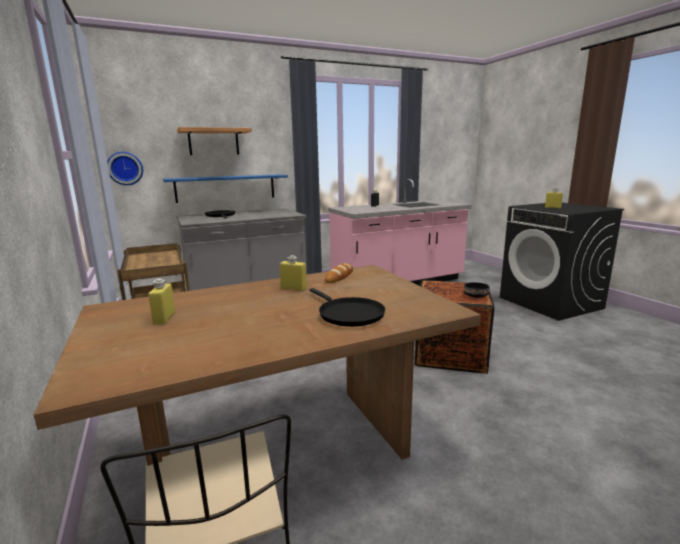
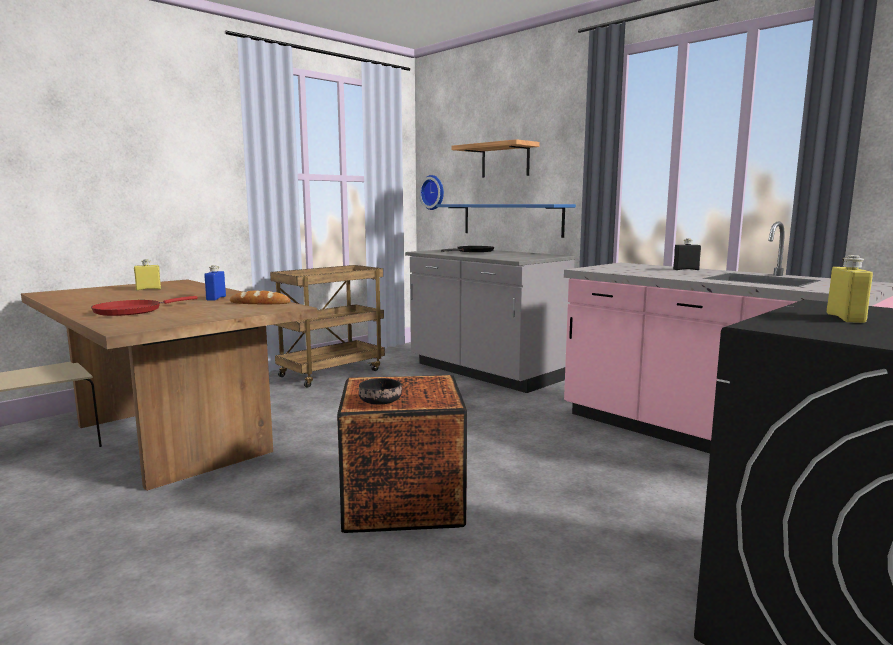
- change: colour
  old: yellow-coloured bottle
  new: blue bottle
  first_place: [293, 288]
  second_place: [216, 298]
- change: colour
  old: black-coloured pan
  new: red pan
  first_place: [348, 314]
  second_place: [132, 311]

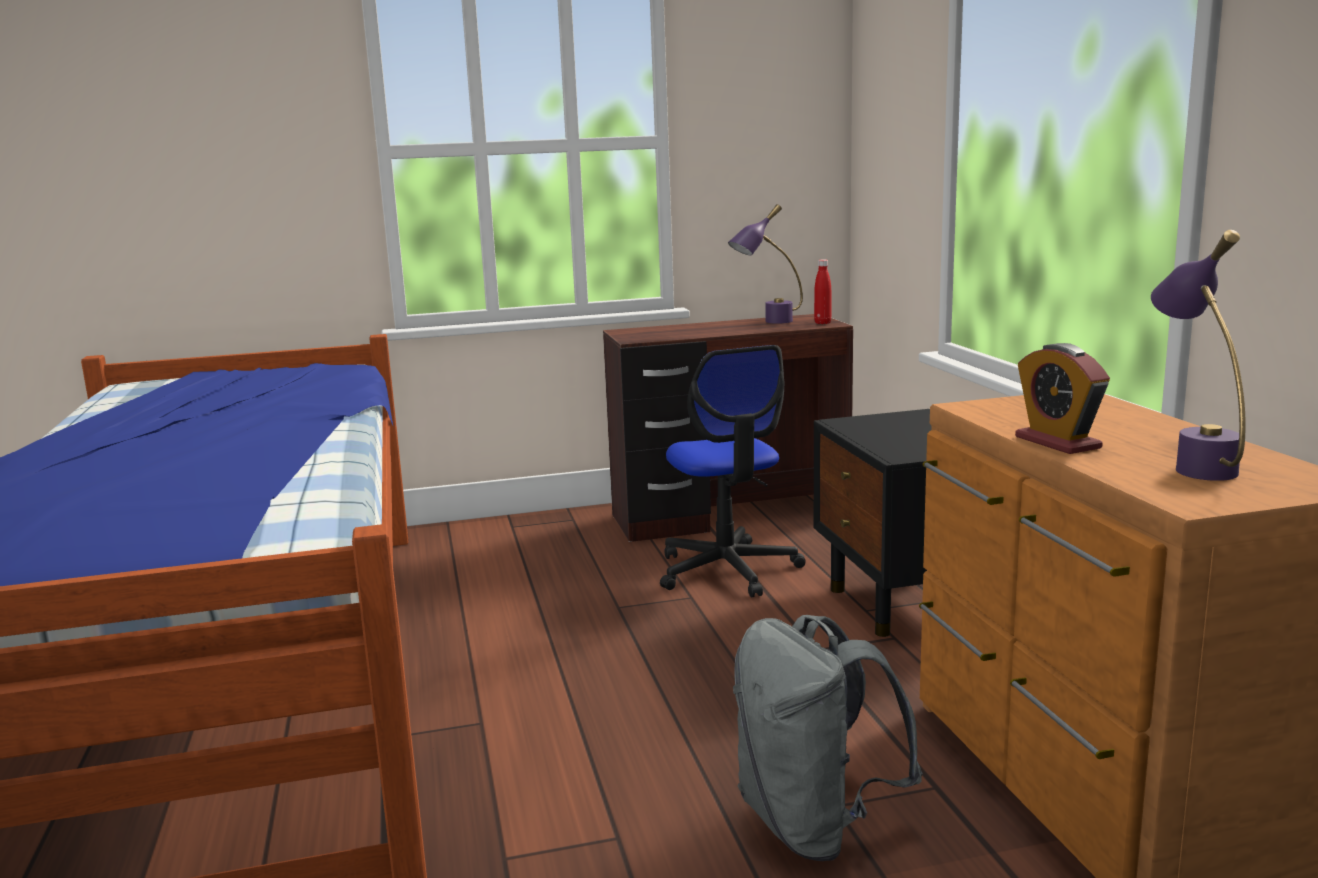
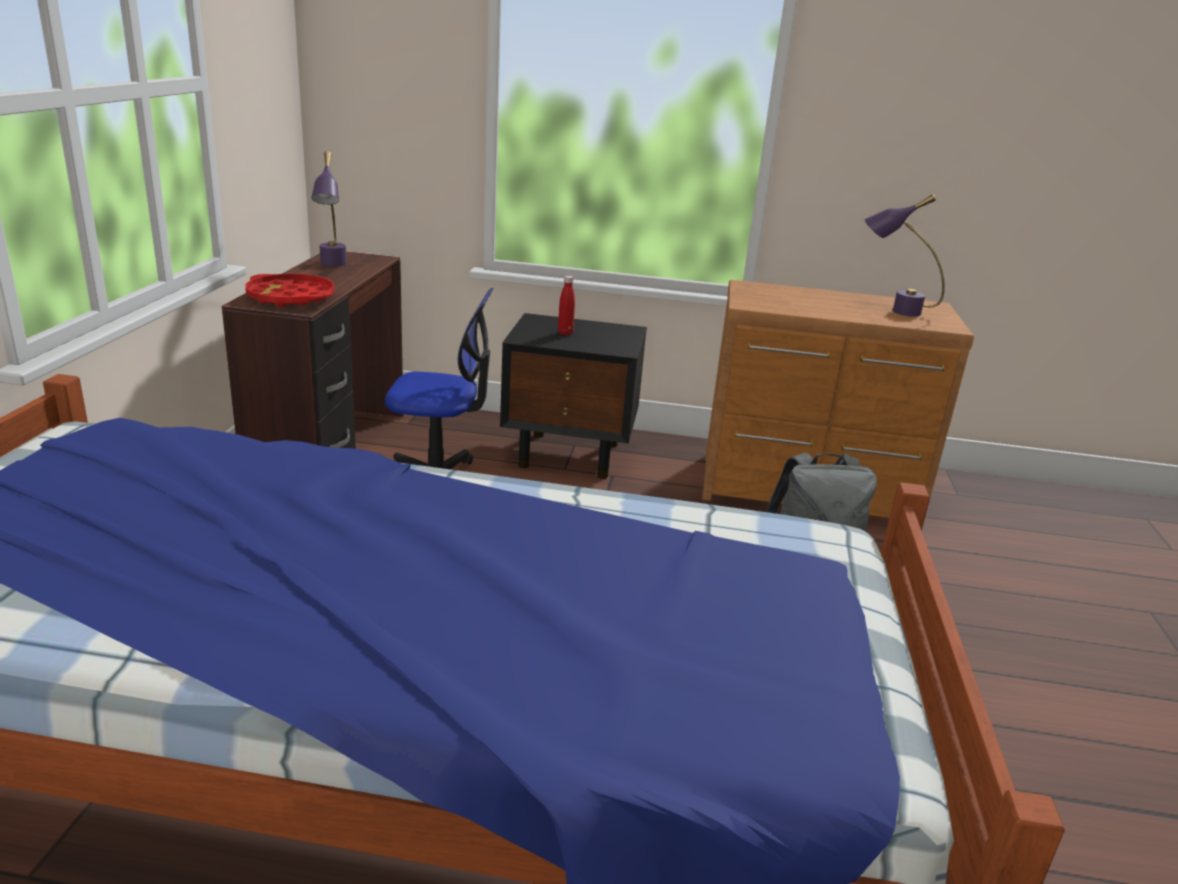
- change: missing
  old: bedside clock
  first_place: [1057, 442]
- change: appeared
  new: red serving tray
  second_place: [291, 297]
- change: relocated
  old: red bottle
  first_place: [822, 323]
  second_place: [565, 333]

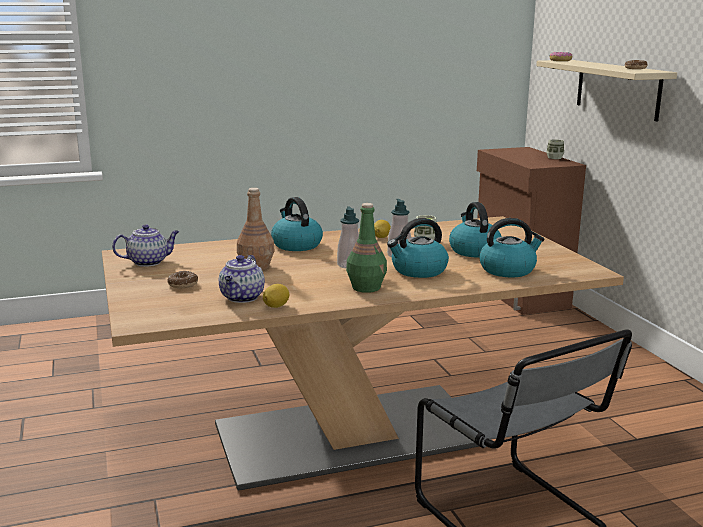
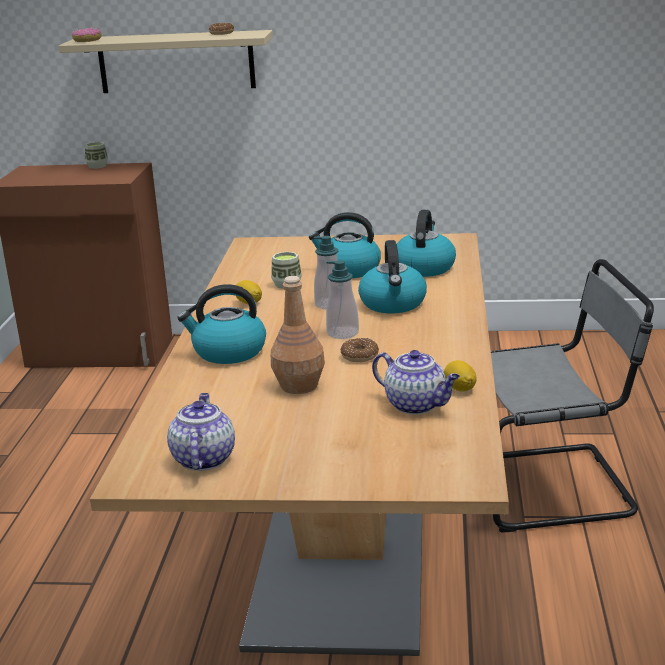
- change: missing
  old: green-coloured bottle
  first_place: [366, 287]
- change: relocated
  old: doughnut
  first_place: [183, 284]
  second_place: [359, 356]

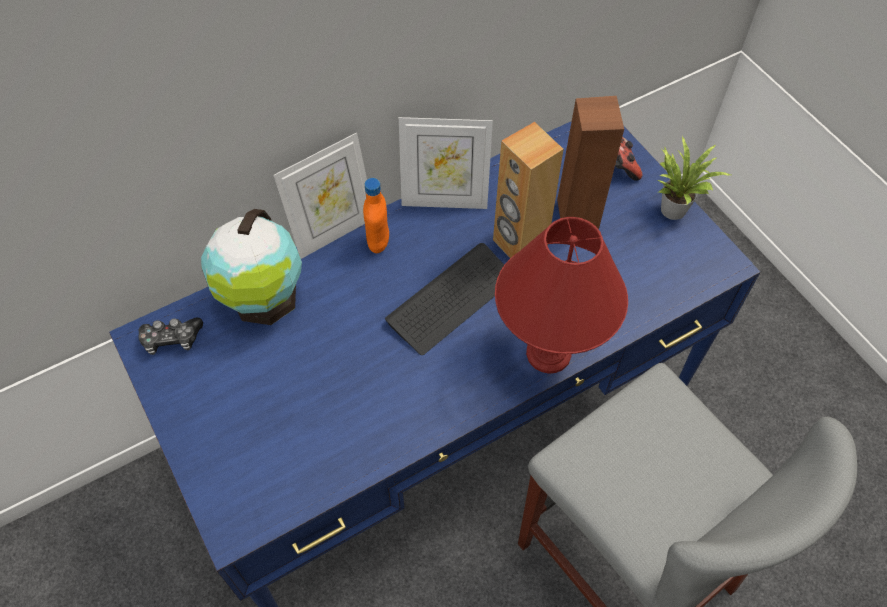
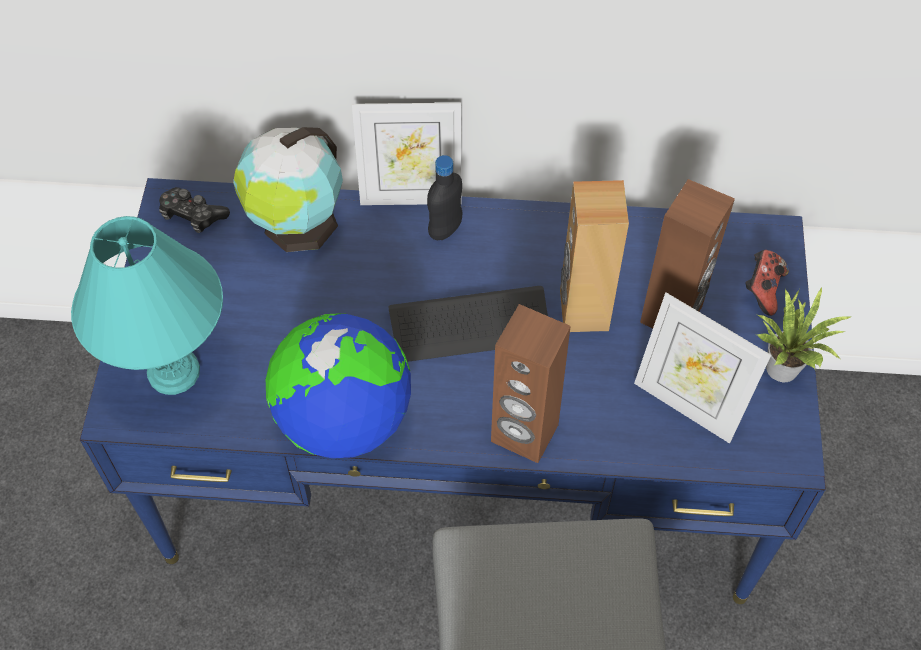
- change: appeared
  new: turquoise tabletop lamp
  second_place: [174, 373]
- change: appeared
  new: desk globe
  second_place: [344, 419]
- change: relocated
  old: standing frame
  first_place: [444, 200]
  second_place: [687, 404]
- change: exchanged
  old: red tabletop lamp
  new: brown loudspeaker
  first_place: [549, 352]
  second_place: [524, 434]
- change: colour
  old: orangey bottle
  new: black-coloured bottle
  first_place: [378, 242]
  second_place: [445, 229]

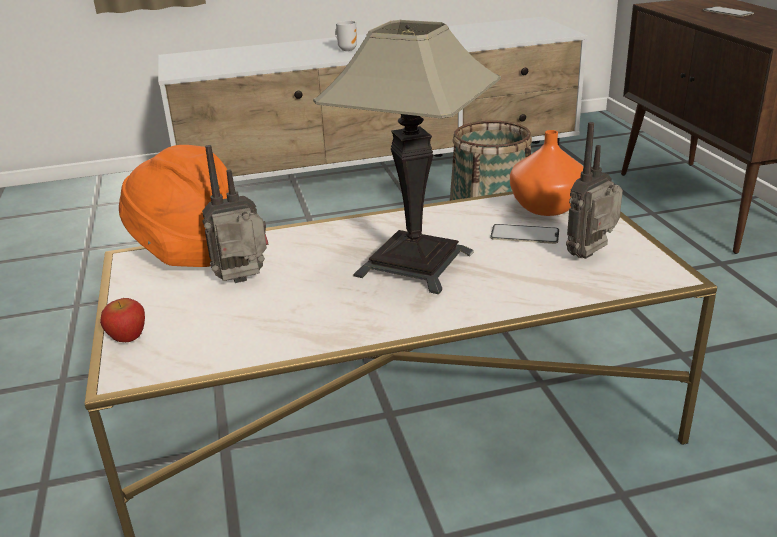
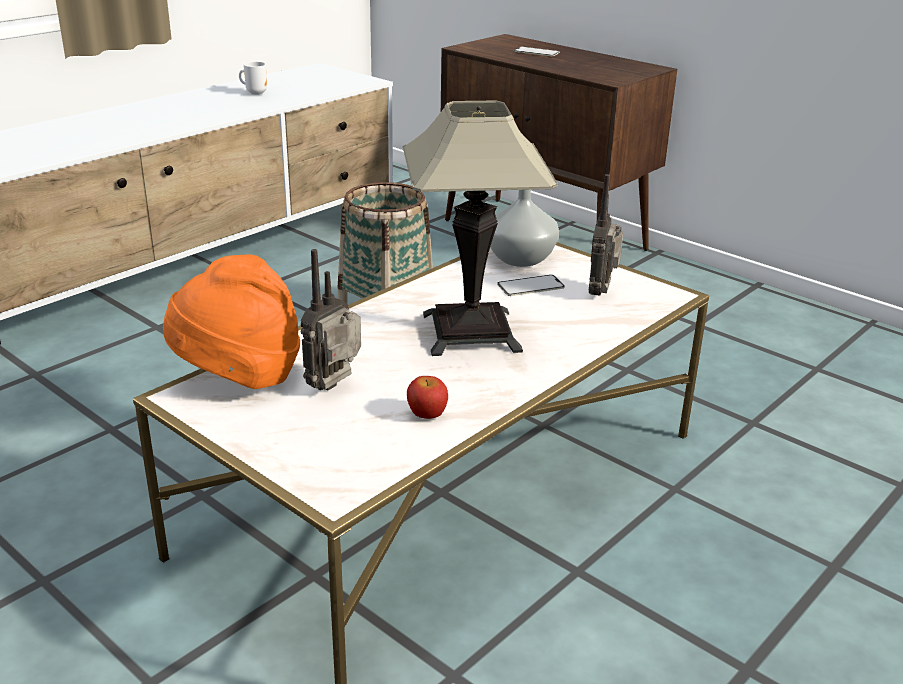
- change: relocated
  old: whole apple
  first_place: [128, 337]
  second_place: [426, 414]
- change: relocated
  old: tea mug
  first_place: [347, 49]
  second_place: [255, 93]
- change: colour
  old: orangey vase
  new: grey vase
  first_place: [545, 207]
  second_place: [519, 259]

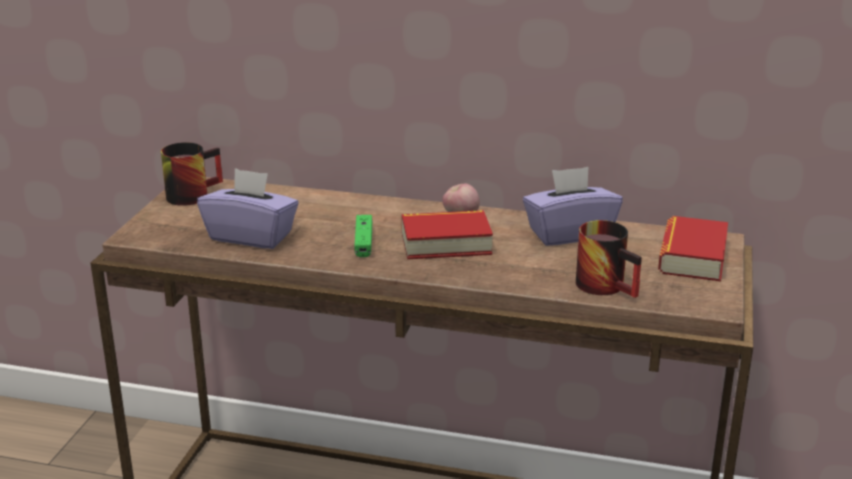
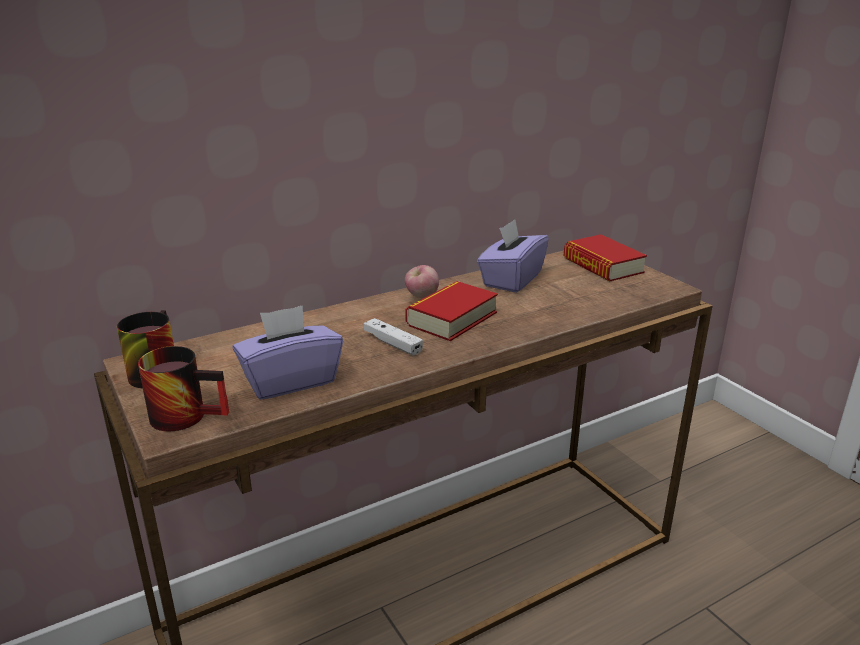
- change: relocated
  old: tea mug
  first_place: [609, 285]
  second_place: [188, 414]
- change: colour
  old: green-coloured joypad
  new: white joypad
  first_place: [363, 242]
  second_place: [392, 343]

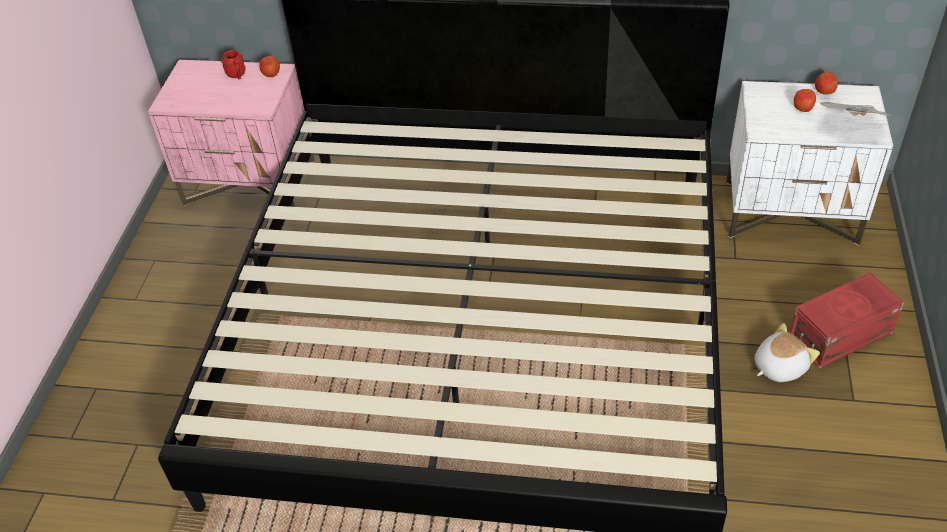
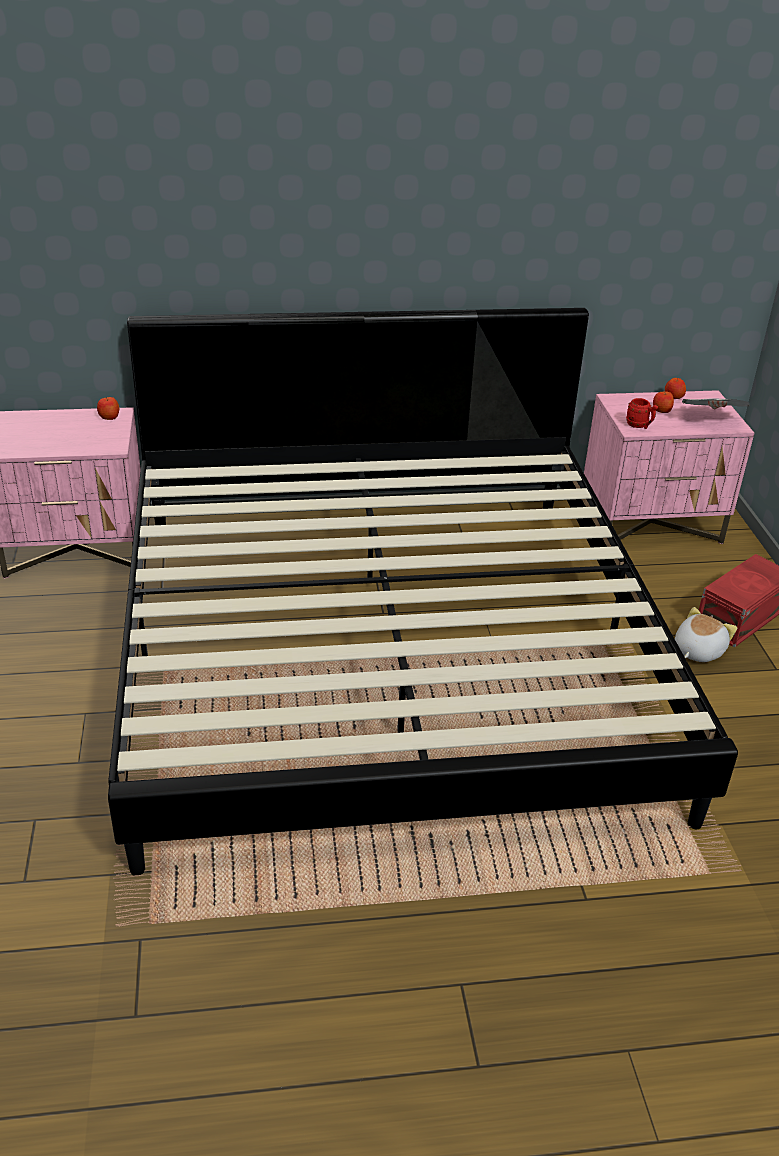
- change: relocated
  old: red tea mug
  first_place: [237, 76]
  second_place: [639, 426]
- change: colour
  old: white bedside table
  new: pinkish bedside table
  first_place: [791, 212]
  second_place: [651, 523]

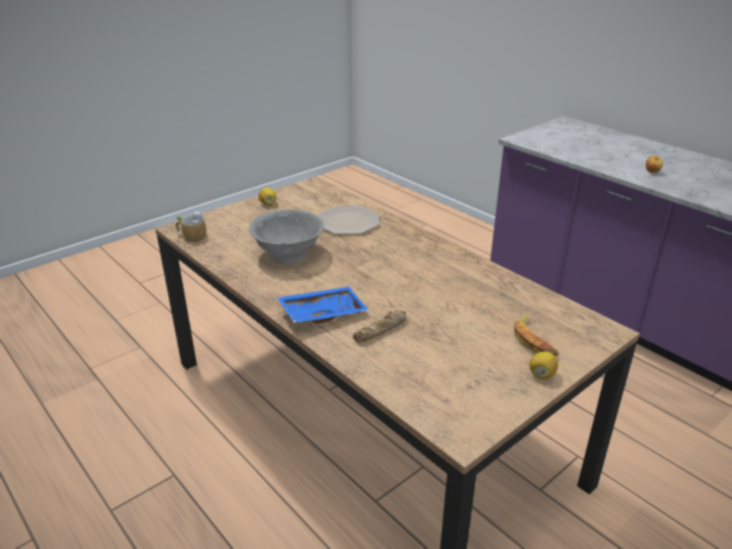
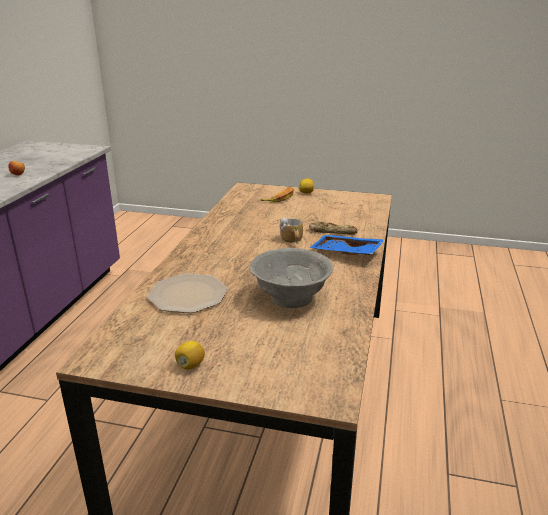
- change: relocated
  old: tea mug
  first_place: [191, 236]
  second_place: [292, 240]

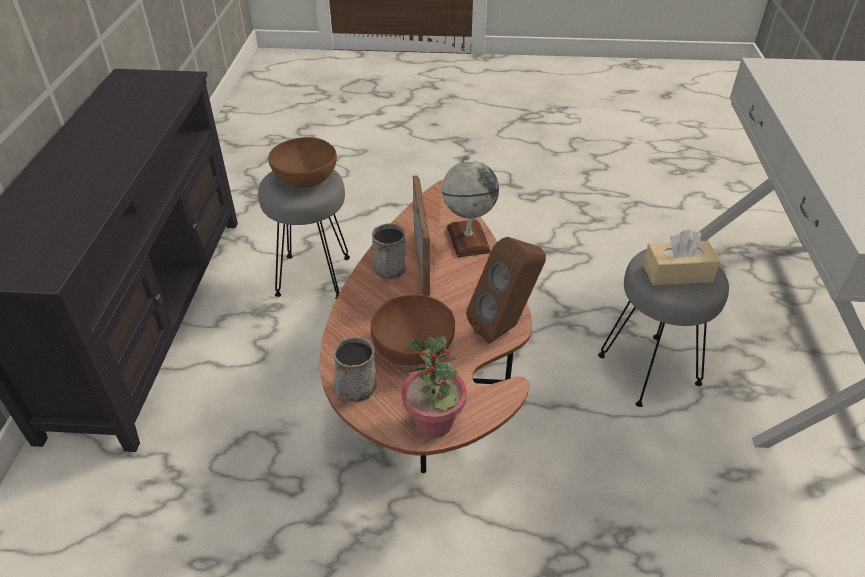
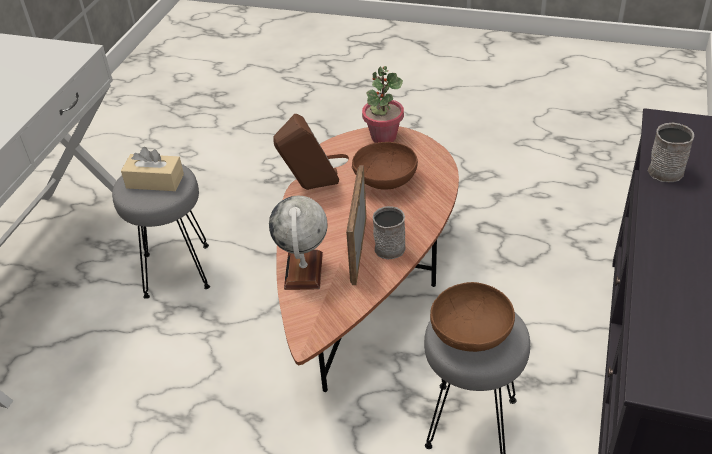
- change: relocated
  old: grey tea mug
  first_place: [354, 391]
  second_place: [668, 168]

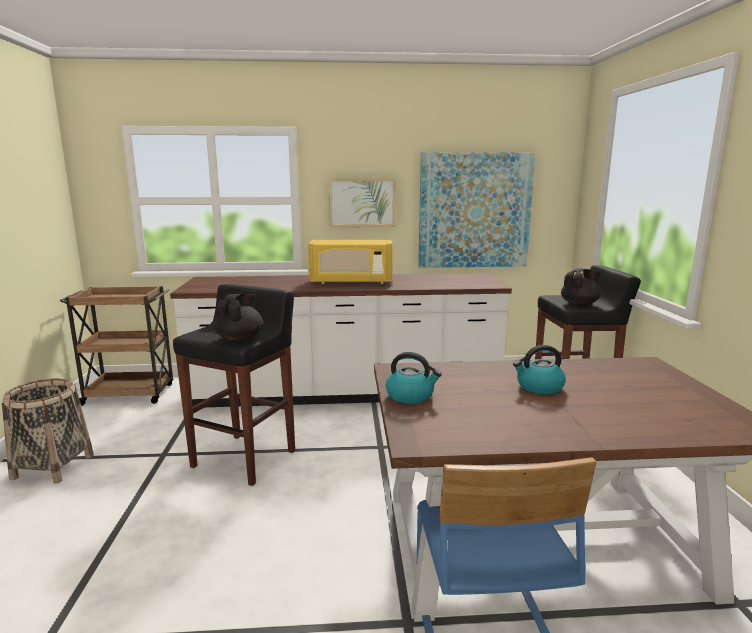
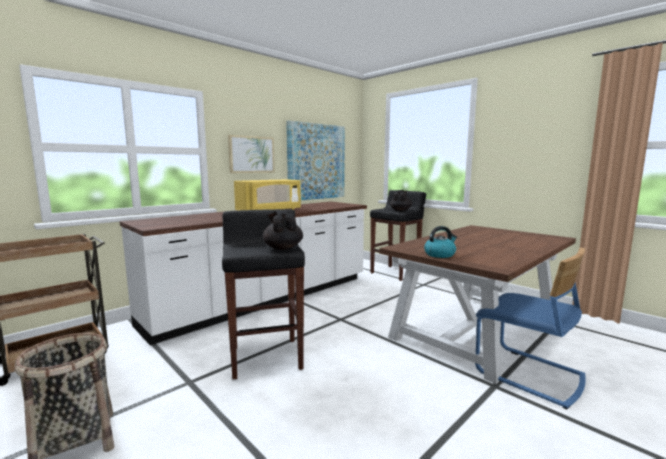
- change: missing
  old: tea kettle
  first_place: [539, 387]

